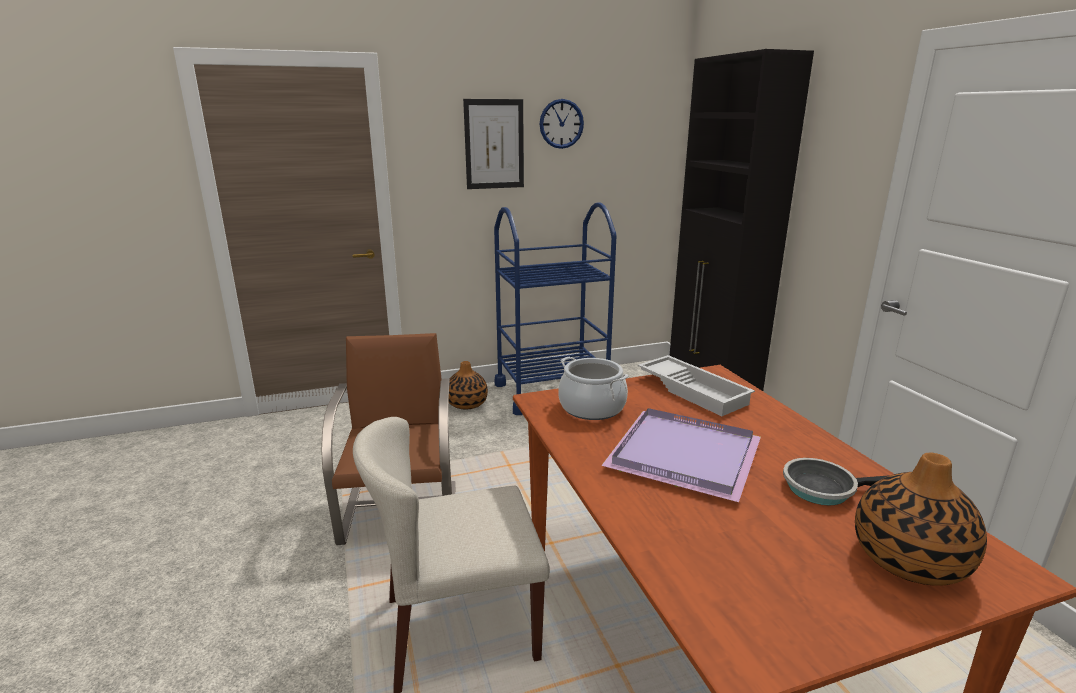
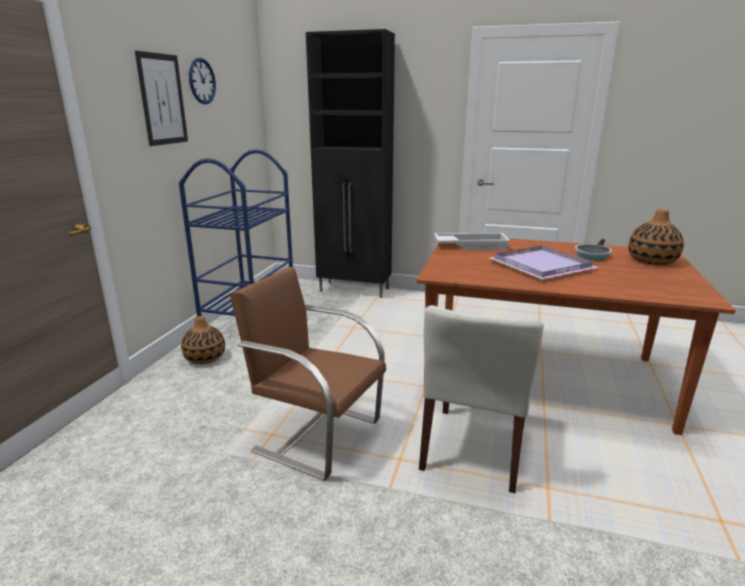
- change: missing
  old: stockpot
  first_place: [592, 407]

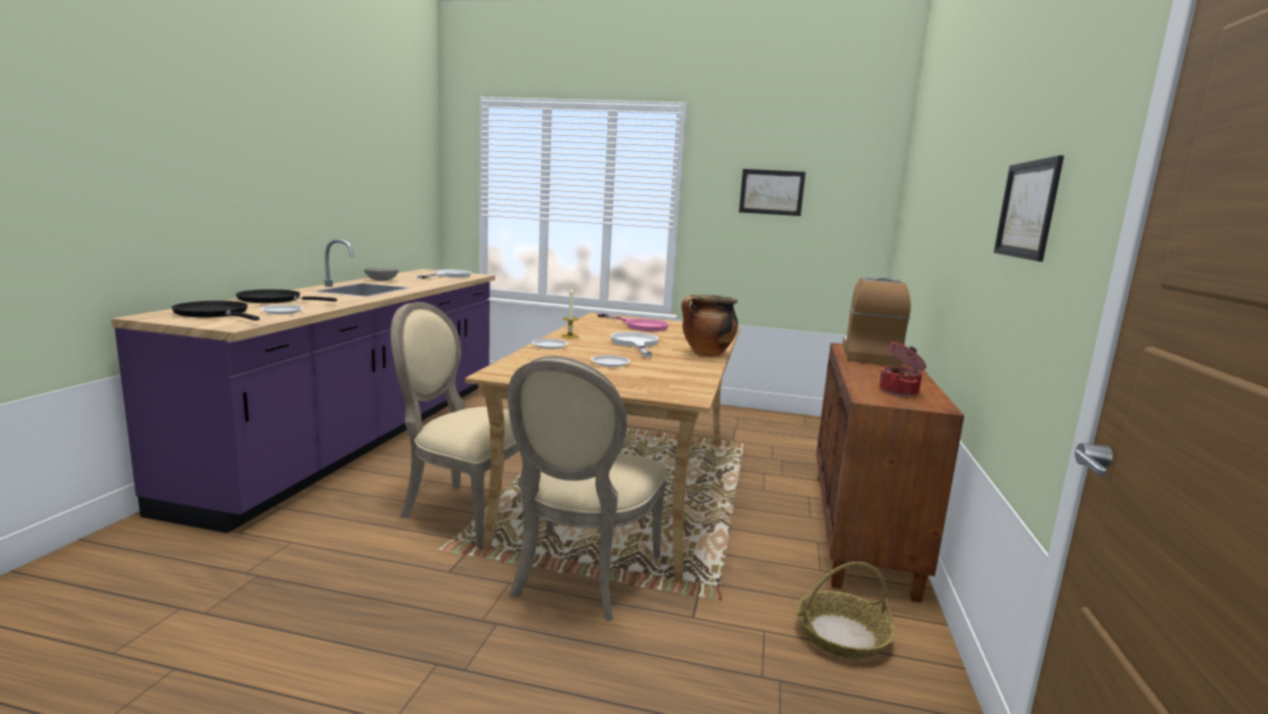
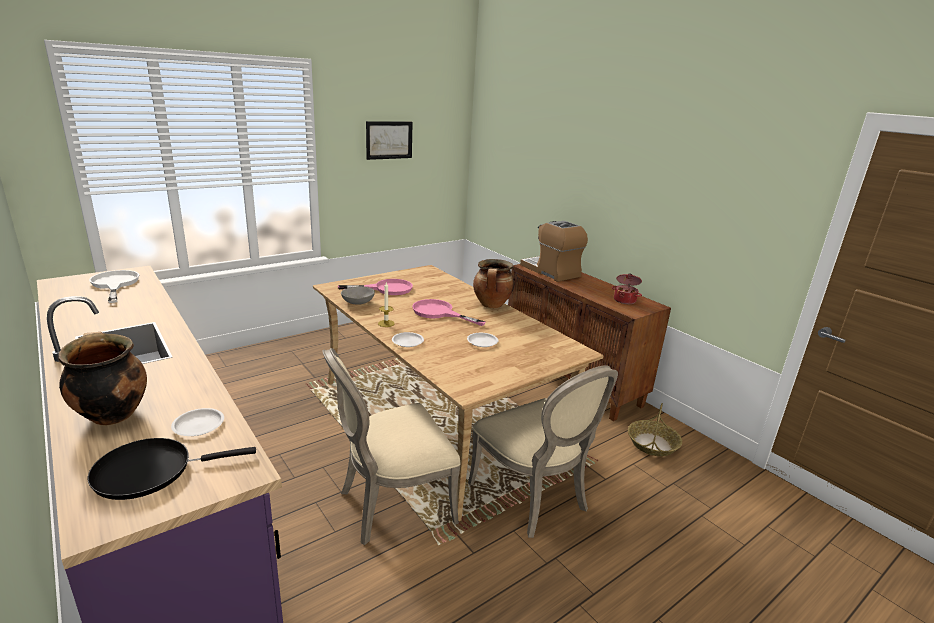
- change: missing
  old: wall art
  first_place: [1027, 209]
- change: relocated
  old: grey deep dish
  first_place: [381, 280]
  second_place: [358, 303]
- change: exchanged
  old: black-coloured pan
  new: stockpot
  first_place: [274, 300]
  second_place: [111, 414]
- change: colour
  old: white pan
  new: pinkish pan
  first_place: [635, 344]
  second_place: [439, 313]

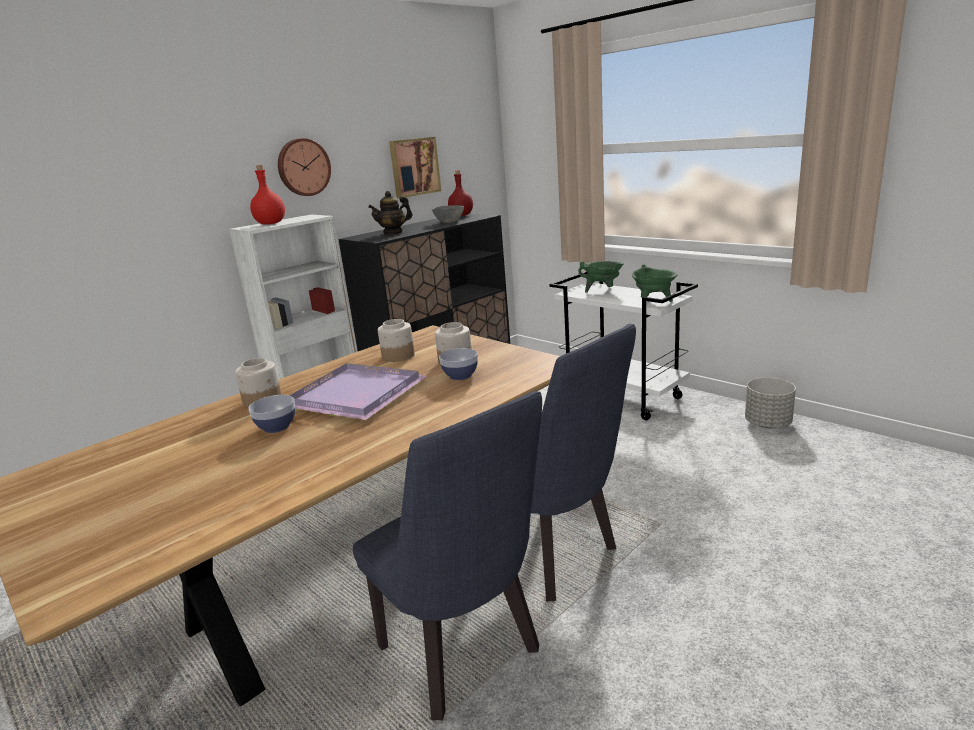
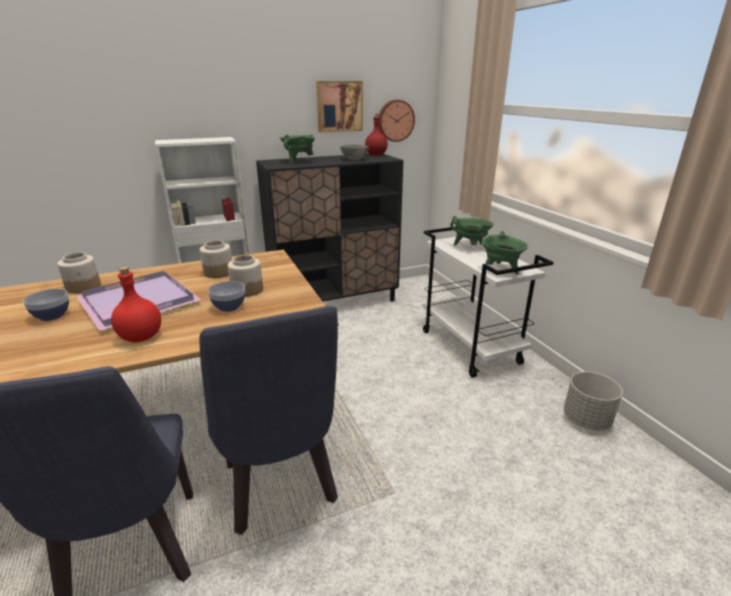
- change: relocated
  old: red bottle
  first_place: [271, 224]
  second_place: [141, 337]
- change: relocated
  old: clock on the wall
  first_place: [303, 167]
  second_place: [395, 120]
- change: exchanged
  old: teapot
  new: green-coloured stockpot
  first_place: [393, 232]
  second_place: [298, 162]

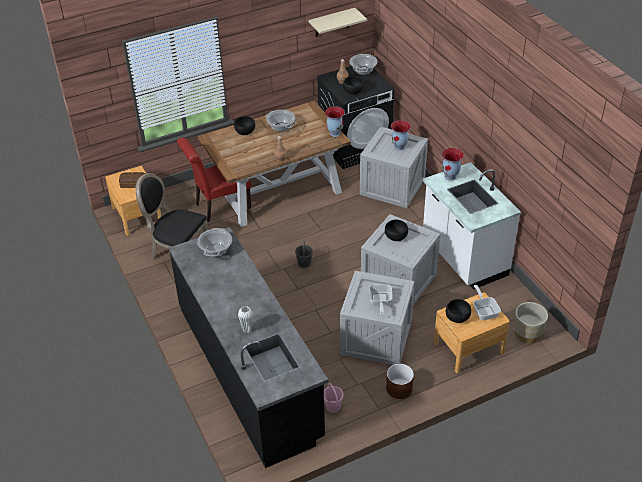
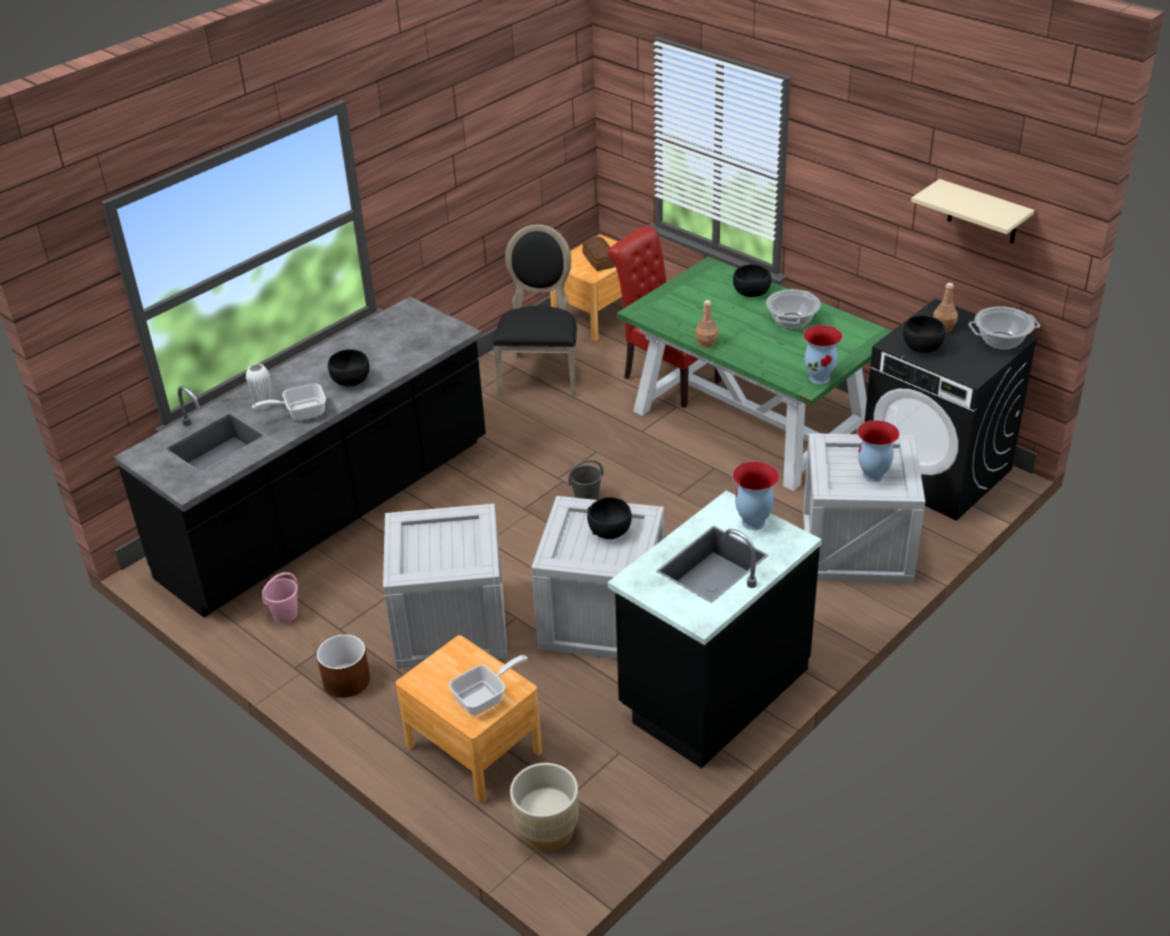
- change: missing
  old: stockpot
  first_place: [216, 250]
- change: relocated
  old: pan
  first_place: [380, 303]
  second_place: [300, 412]
- change: relocated
  old: black-coloured deep dish
  first_place: [457, 317]
  second_place: [350, 380]
- change: colour
  old: brown dining table
  new: green-coloured dining table
  first_place: [276, 189]
  second_place: [749, 419]
- change: colour
  old: white kitchen counter
  new: black-coloured kitchen counter
  first_place: [463, 258]
  second_place: [712, 690]

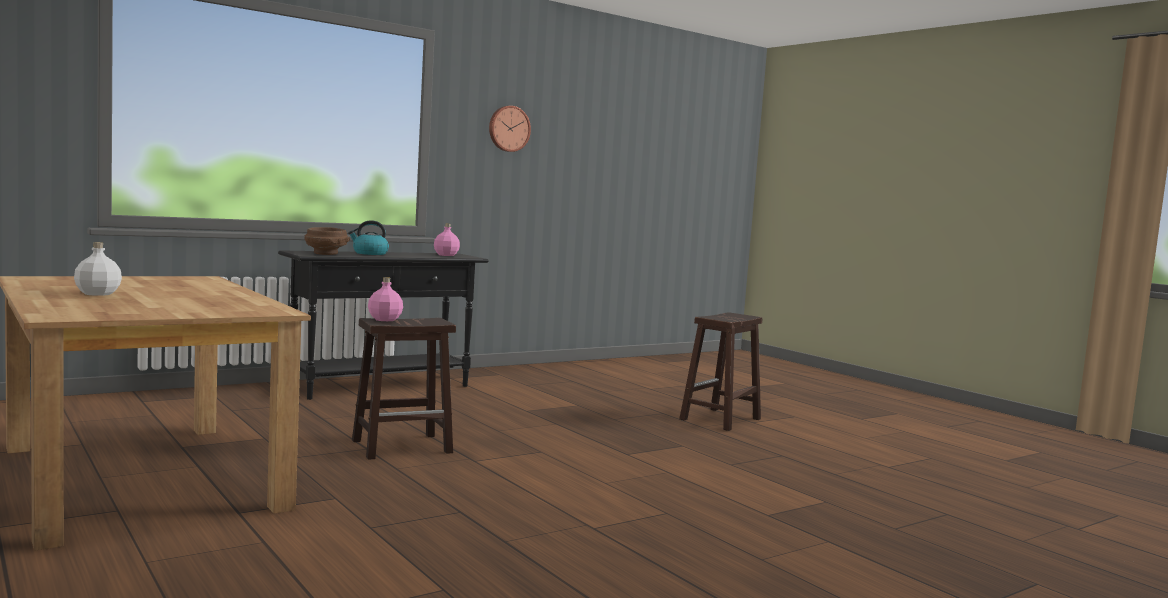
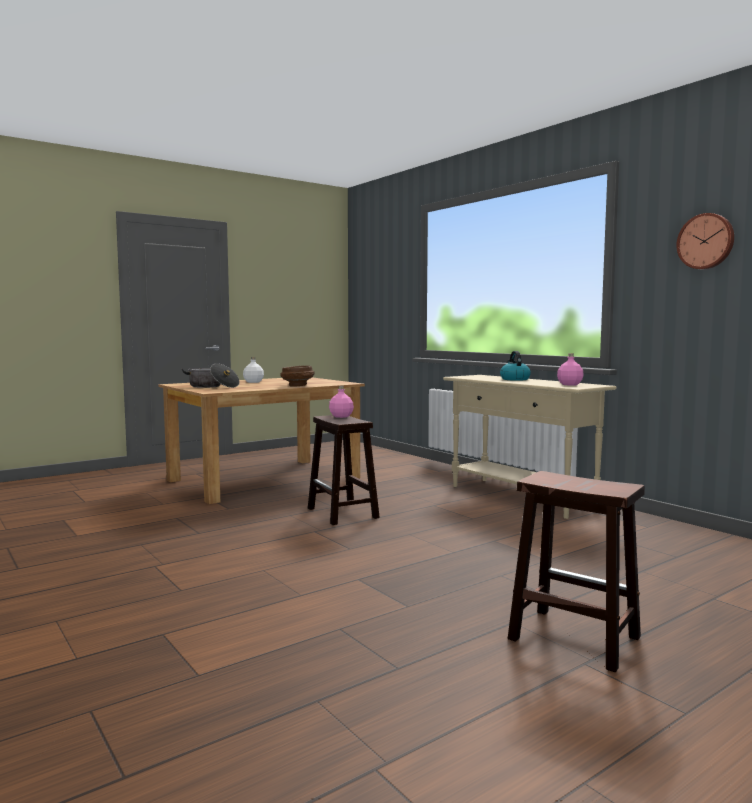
- change: appeared
  new: stockpot
  second_place: [212, 386]
- change: relocated
  old: brown deep dish
  first_place: [326, 254]
  second_place: [298, 386]
- change: colour
  old: black-coloured hall table
  new: beige-coloured hall table
  first_place: [382, 387]
  second_place: [520, 497]

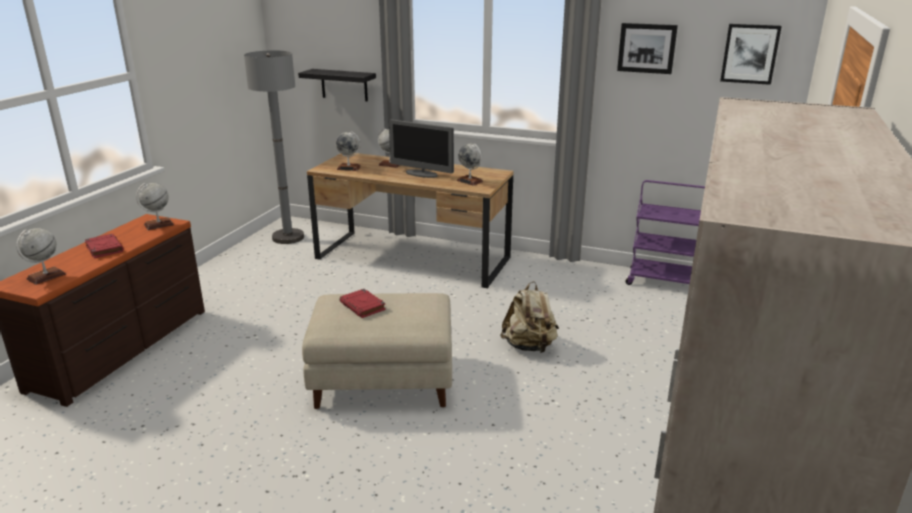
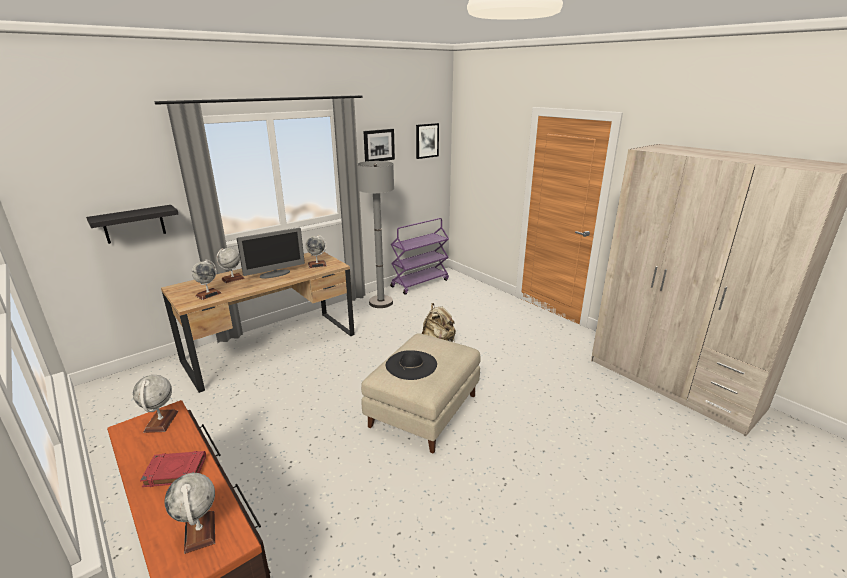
- change: relocated
  old: grey standing lamp
  first_place: [288, 237]
  second_place: [381, 302]
- change: exchanged
  old: red volume
  new: black-coloured hat
  first_place: [363, 306]
  second_place: [411, 364]

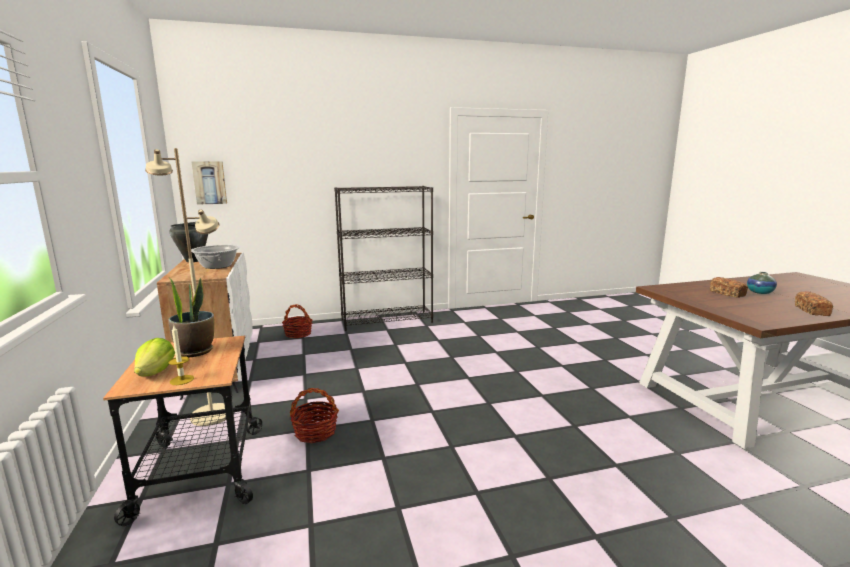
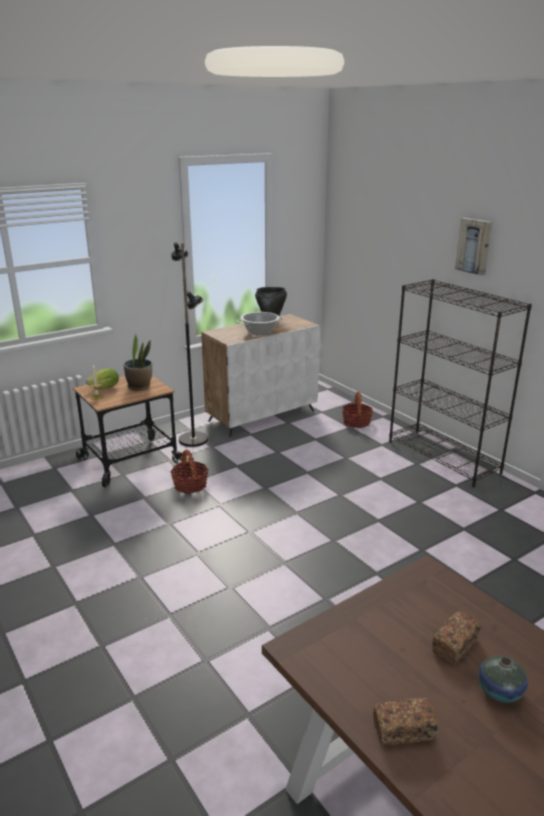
- change: relocated
  old: wall art
  first_place: [210, 182]
  second_place: [474, 246]
- change: colour
  old: beige-coloured standing lamp
  new: black-coloured standing lamp
  first_place: [211, 415]
  second_place: [194, 439]

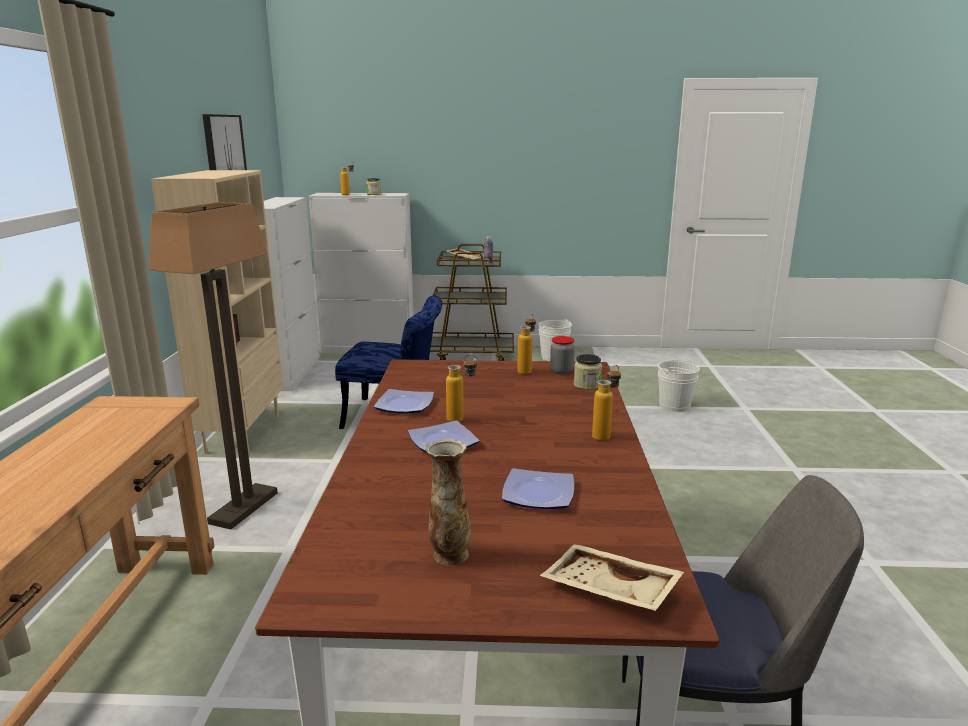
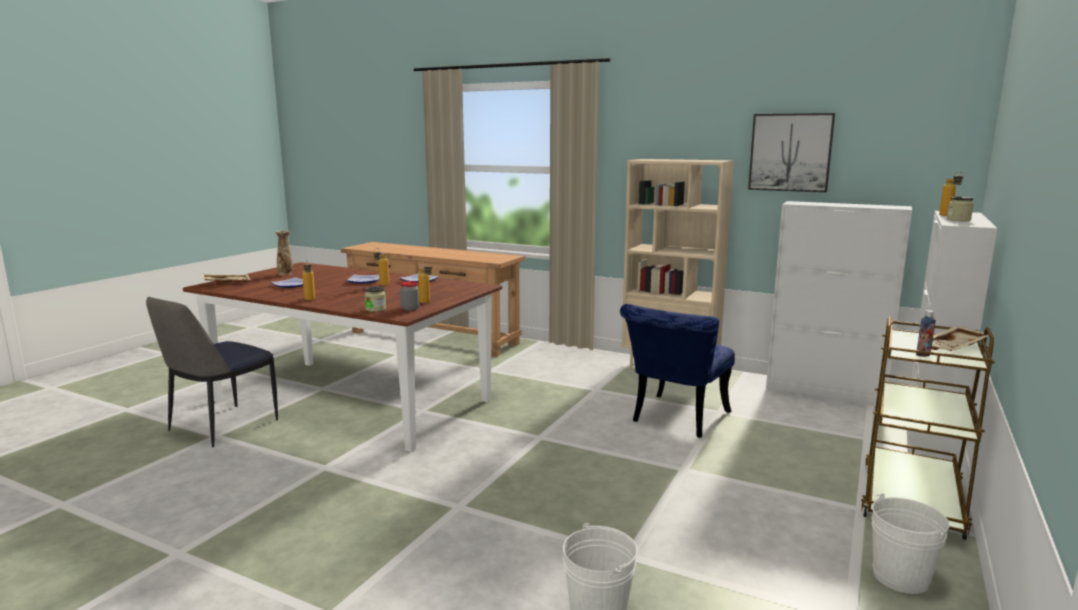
- change: missing
  old: standing lamp
  first_place: [244, 507]

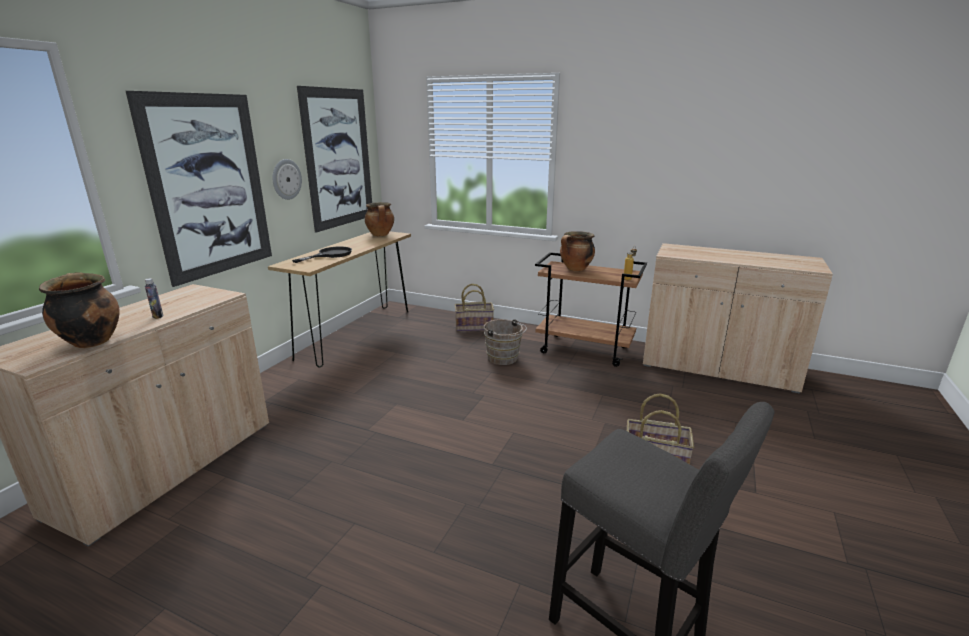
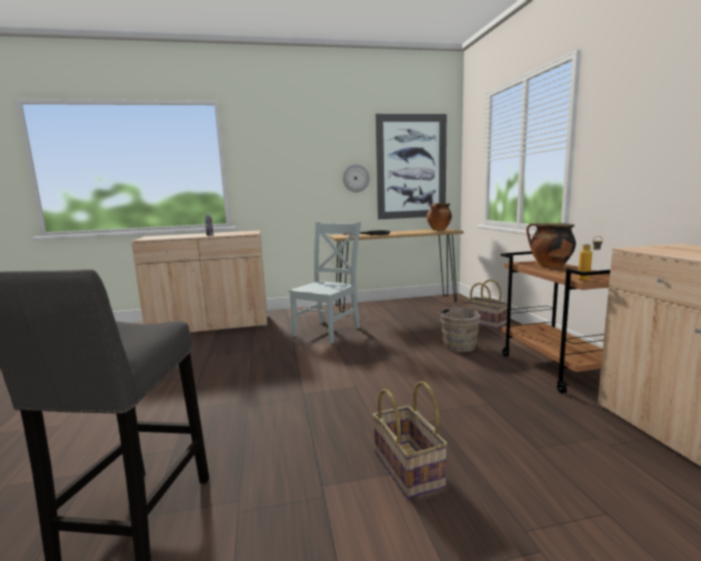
- change: missing
  old: stockpot
  first_place: [91, 341]
- change: missing
  old: wall art
  first_place: [209, 186]
- change: appeared
  new: grey upright chair
  second_place: [329, 331]

